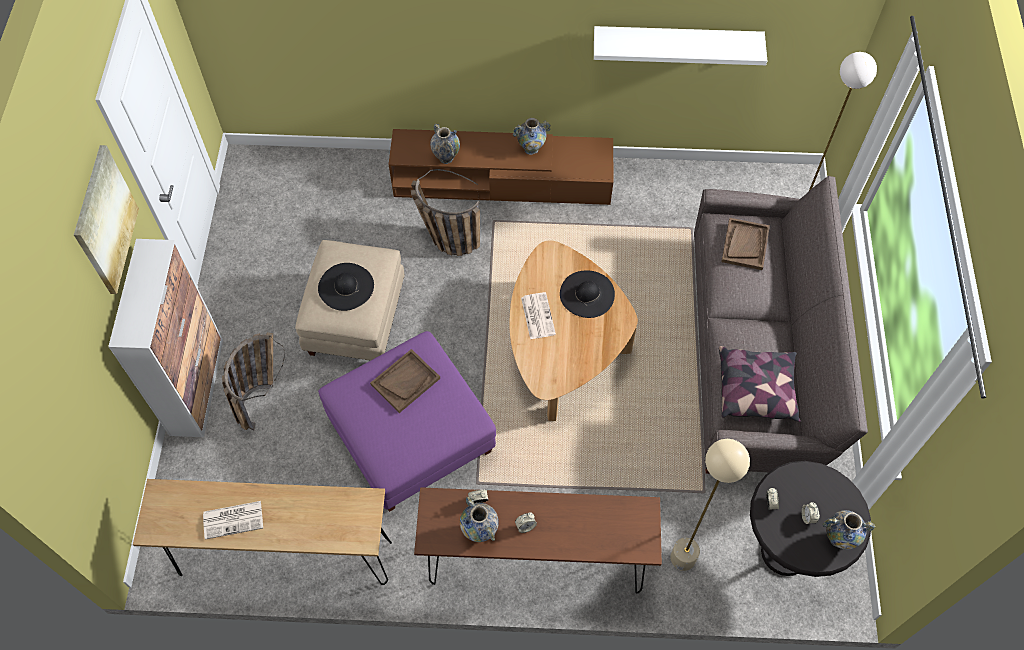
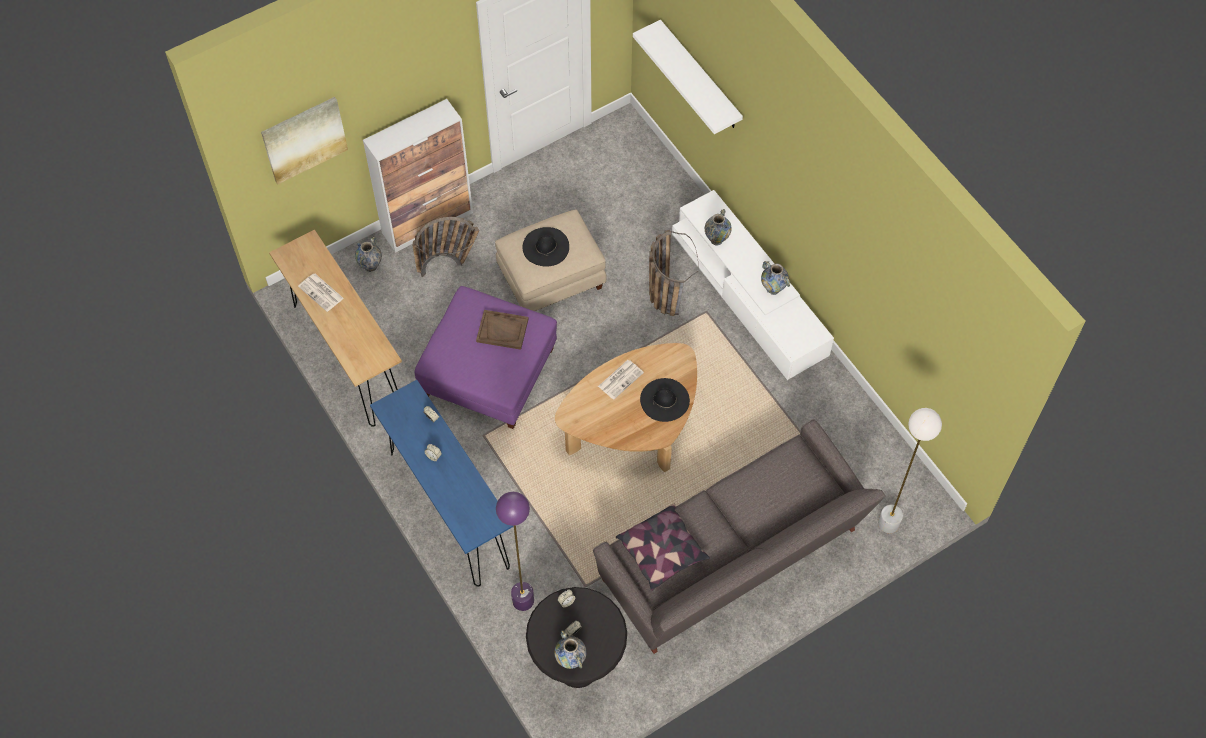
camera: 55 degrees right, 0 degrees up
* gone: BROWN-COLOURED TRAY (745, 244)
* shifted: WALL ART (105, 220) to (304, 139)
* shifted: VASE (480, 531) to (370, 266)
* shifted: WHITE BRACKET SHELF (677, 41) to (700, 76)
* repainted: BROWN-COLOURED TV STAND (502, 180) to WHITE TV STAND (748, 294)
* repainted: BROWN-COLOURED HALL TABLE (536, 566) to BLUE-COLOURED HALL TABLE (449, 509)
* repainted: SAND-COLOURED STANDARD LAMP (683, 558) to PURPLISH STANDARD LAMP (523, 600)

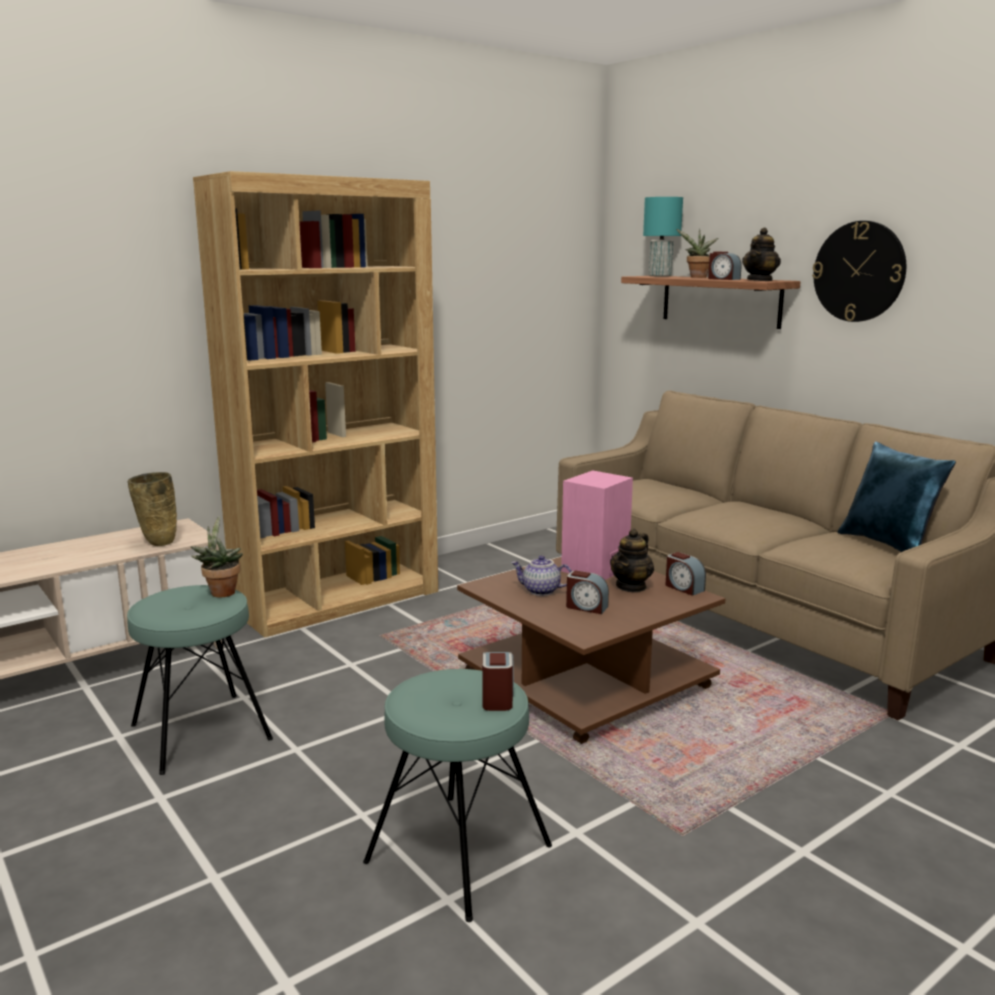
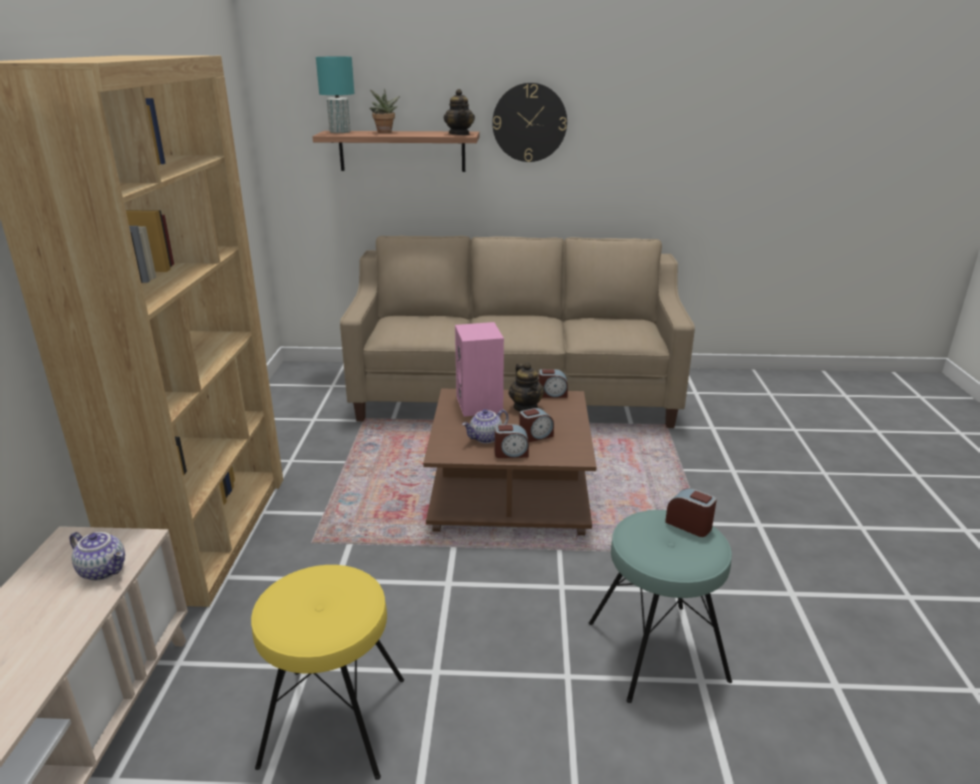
camera: 50 degrees left, 10 degrees up
* gone: PLANT IN A POT (221, 592)
* gone: BLUE-COLOURED PILLOW (889, 546)
* shifted: TABLE CLOCK (723, 279) to (511, 453)
* swapped: SAND-COLOURED VASE (158, 543) to POT FOR TEA (104, 570)
* repainted: TURQUOISE STOOL (201, 732) to YELLOWISH STOOL (334, 721)

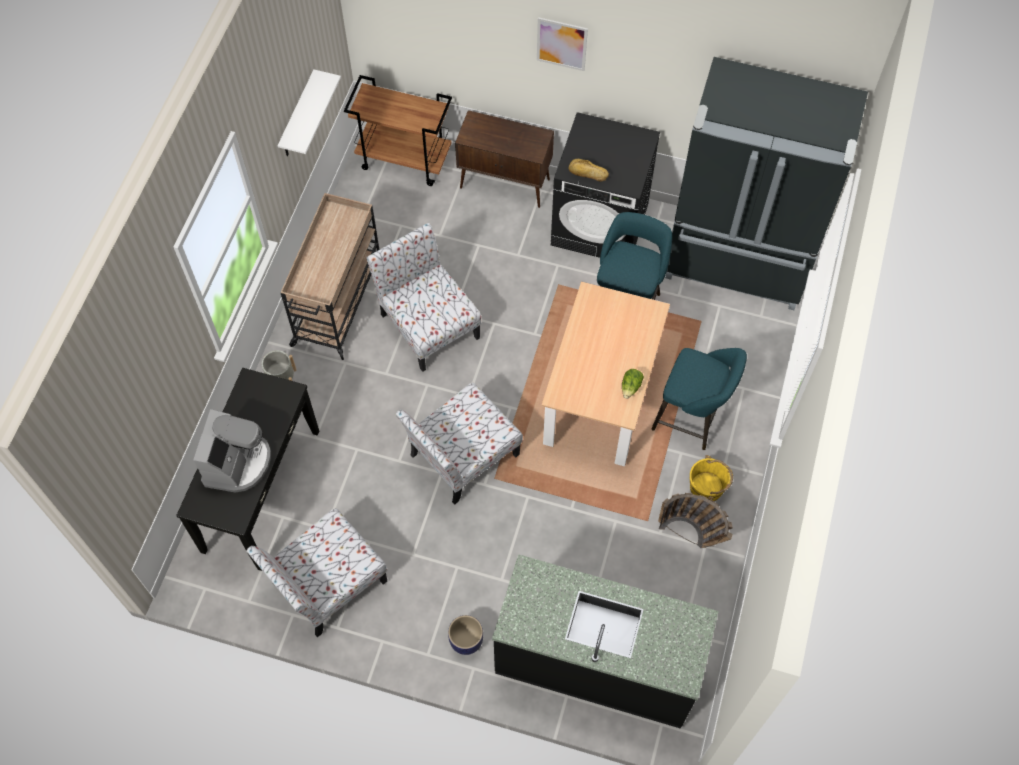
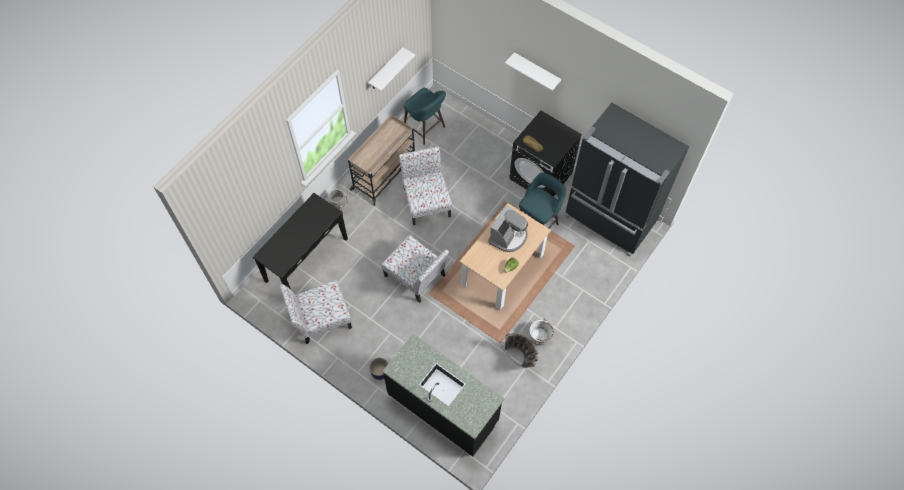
camera: 20 degrees right, 0 degrees up
* gone: BROWN-COLOURED CART (405, 160)
* gone: BROWN-COLOURED CUPBOARD (505, 184)
* shifted: COFFEE MAKER (237, 462) to (508, 237)
* shifted: TURQUOISE STOOL (692, 418) to (426, 129)
* swapped: WALL ART (561, 44) to WHITE BRACKET SHELF (536, 71)
* repainted: YELLOWISH BUCKET (707, 488) to WHITE BUCKET (540, 337)
* rotated: UPRIGHT CHAIR (462, 456) = (416, 276) 120 degrees counterclockwise

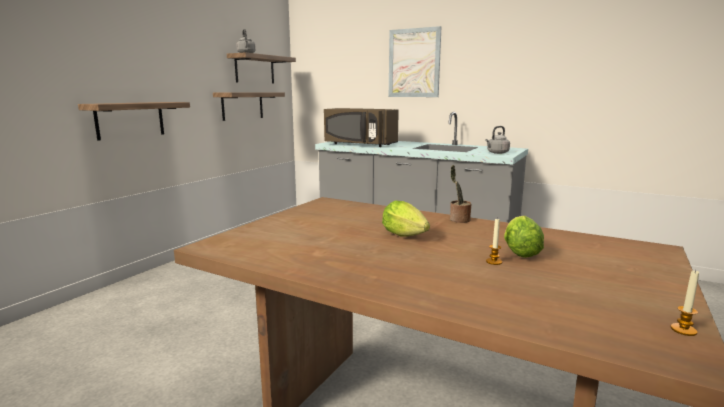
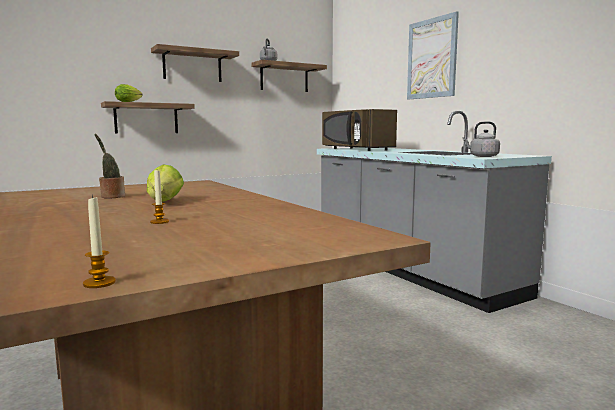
camera: 30 degrees right, 5 degrees down
* shifted: BRACKET SHELF (242, 105) to (192, 66)
* shifted: PLANT IN A POT (458, 220) to (111, 196)
* shifted: LETTUCE HEAD (520, 251) to (129, 102)

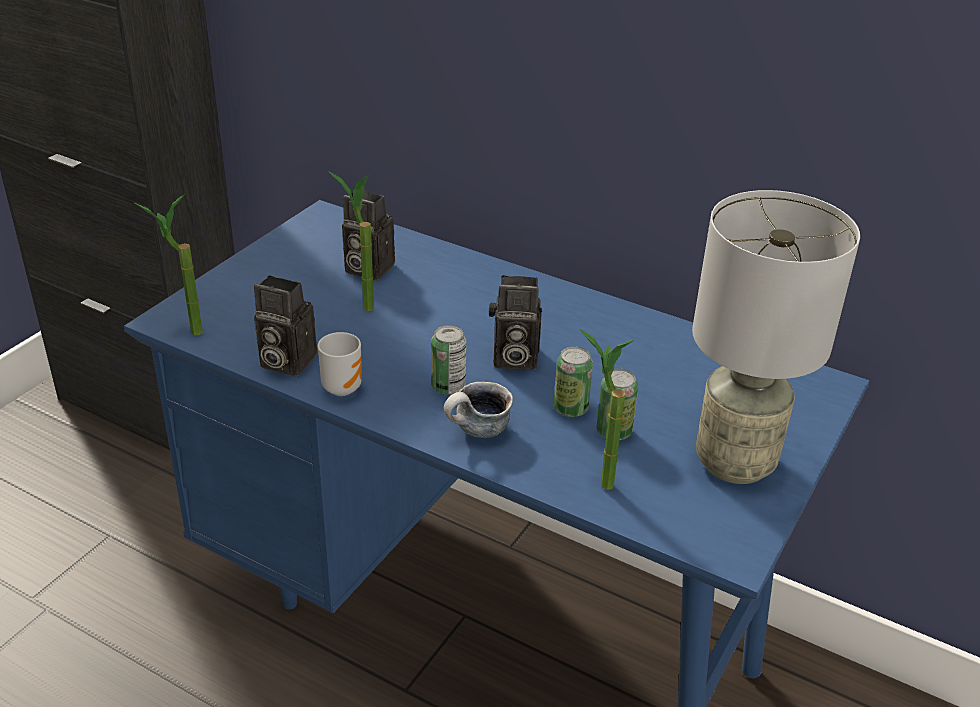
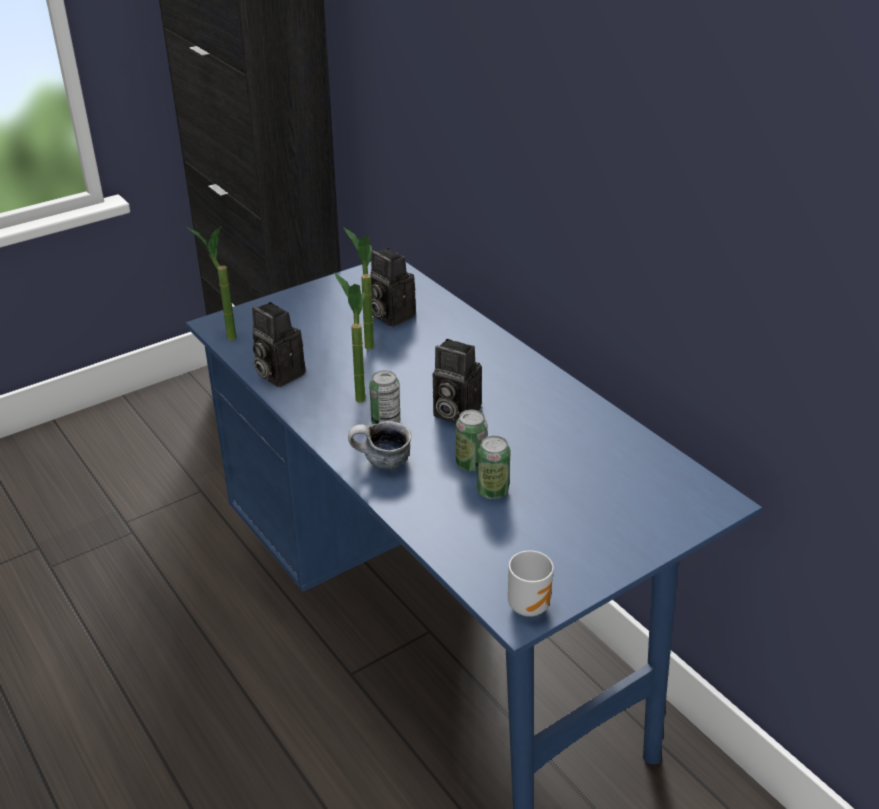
camera: 25 degrees right, 0 degrees up
* gone: GRAY TABLETOP LAMP (736, 463)
* shifted: COFFEE MUG (342, 387) to (529, 604)
* shifted: PLANT IN A POT (595, 478) to (356, 394)

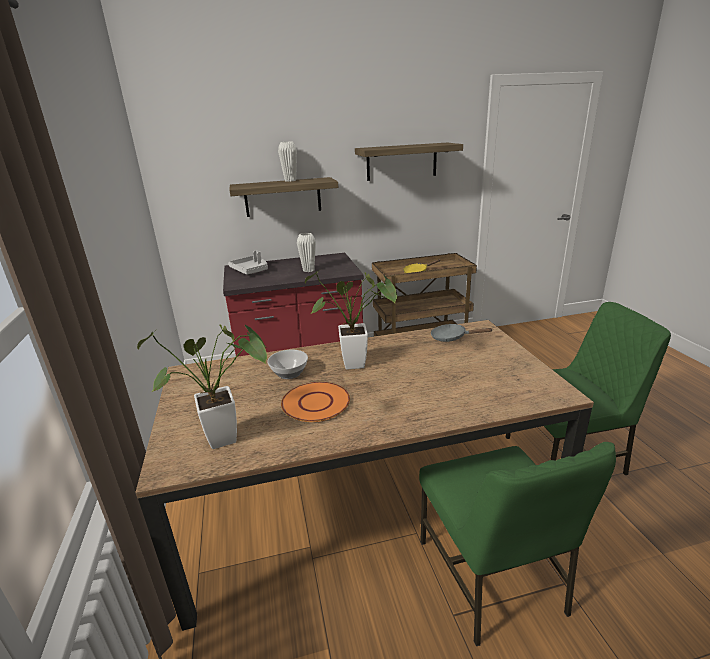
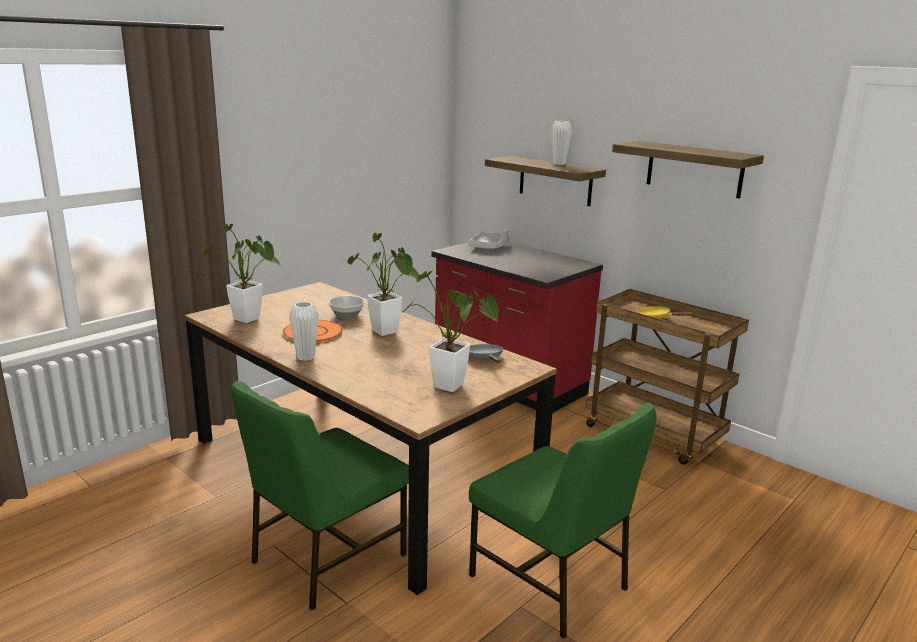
camera: 55 degrees right, 5 degrees down
* new: PLANT IN A POT (454, 388)
* shifted: WHITE VASE (308, 270) to (305, 357)

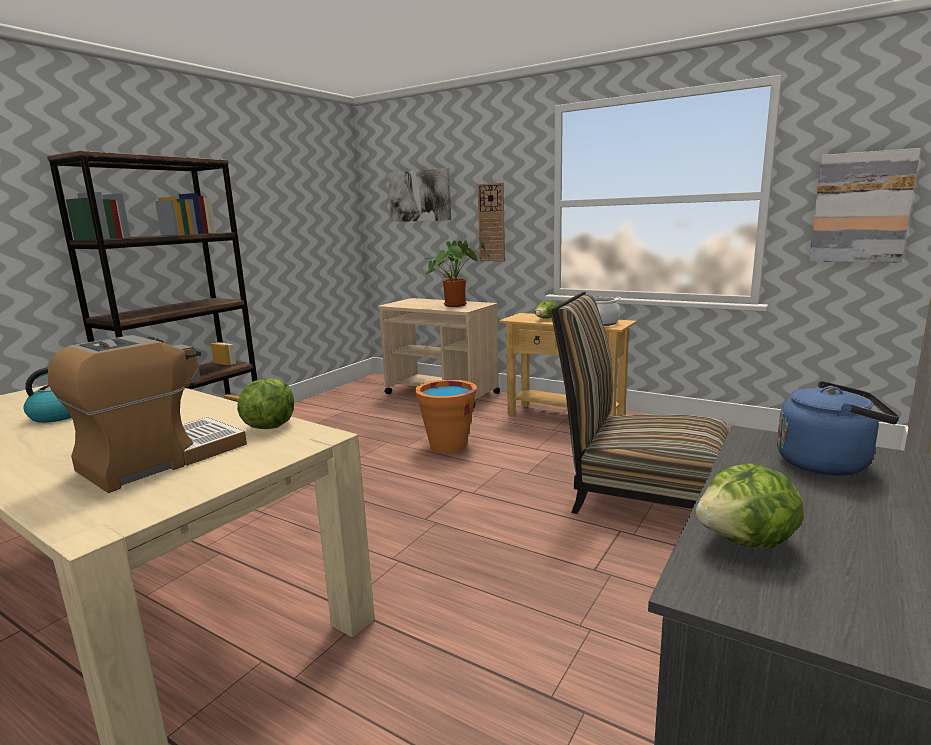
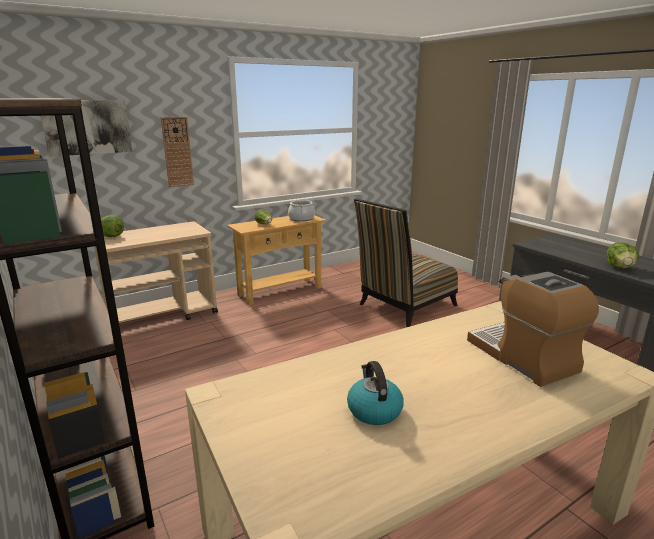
camera: 65 degrees left, 5 degrees up
* gone: ORANGE BUCKET (448, 445)
* gone: PLANT IN A POT (456, 305)
* gone: BLUE-COLOURED KETTLE (828, 463)
* gone: WALL ART (861, 208)
* shifted: LETTUCE HEAD (269, 426) to (111, 236)

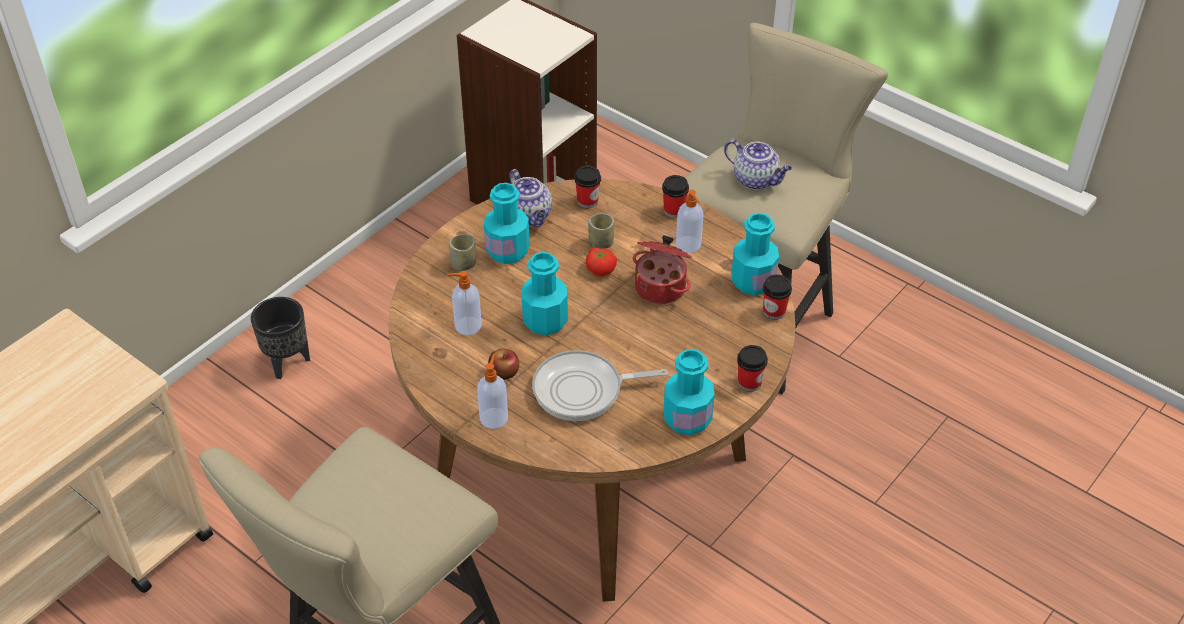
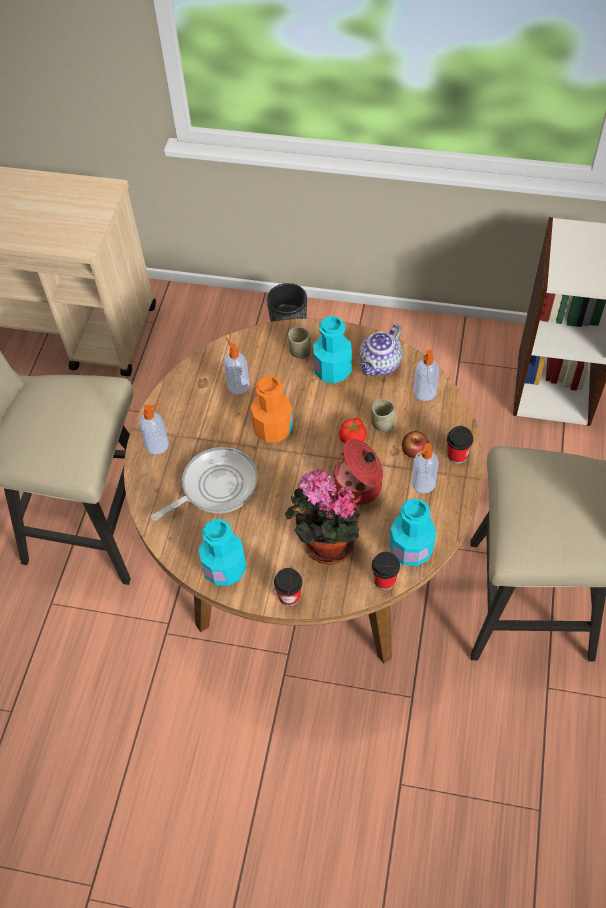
camera: 65 degrees right, 10 degrees up
* gone: POT FOR TEA (756, 180)
* new: PLANT IN A POT (324, 545)
* shifted: WHOLE APPLE (504, 372) to (414, 450)
* swapped: DRINKING CUP (587, 201) to SOAP BOTTLE (424, 393)
* repainted: TURQUOISE BEVERAGE BOTTLE (545, 320) to ORANGE BEVERAGE BOTTLE (273, 429)
* rotated: SKILLET (583, 390) = (215, 486) 90 degrees clockwise

